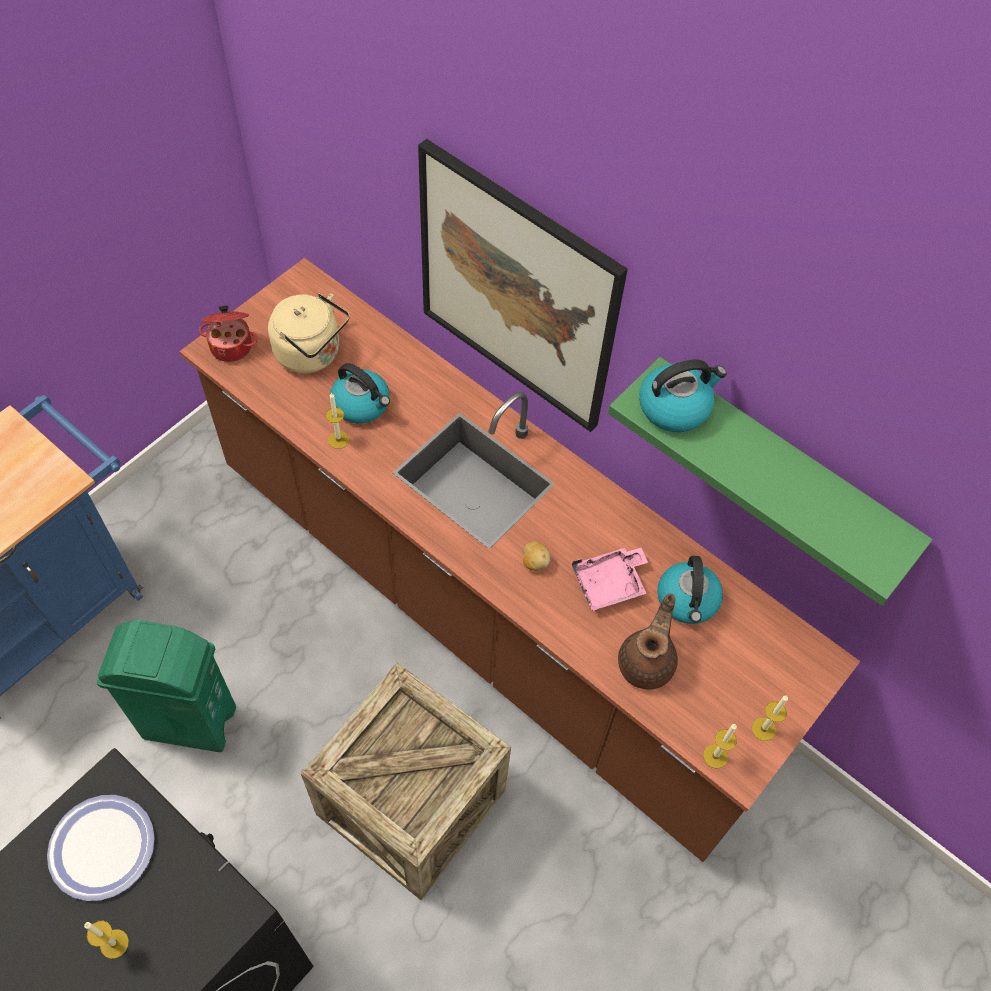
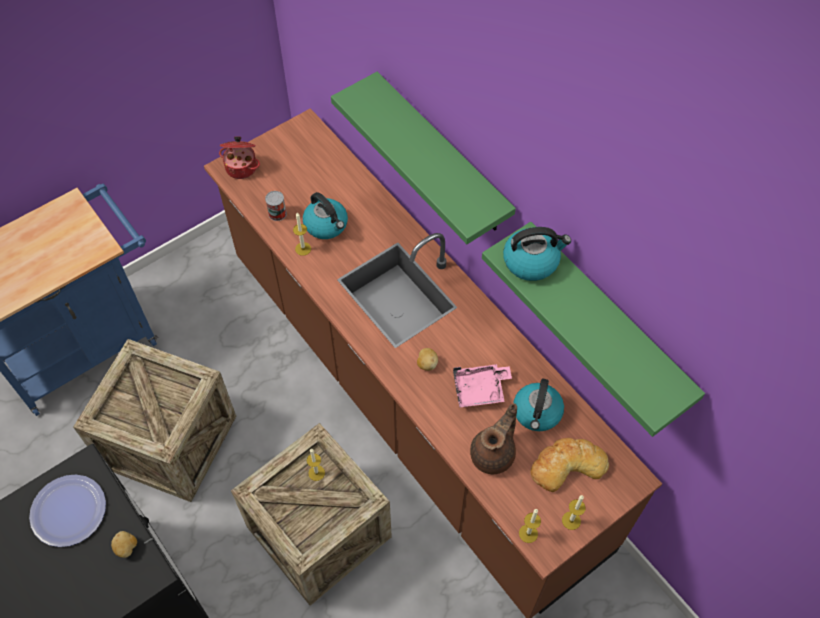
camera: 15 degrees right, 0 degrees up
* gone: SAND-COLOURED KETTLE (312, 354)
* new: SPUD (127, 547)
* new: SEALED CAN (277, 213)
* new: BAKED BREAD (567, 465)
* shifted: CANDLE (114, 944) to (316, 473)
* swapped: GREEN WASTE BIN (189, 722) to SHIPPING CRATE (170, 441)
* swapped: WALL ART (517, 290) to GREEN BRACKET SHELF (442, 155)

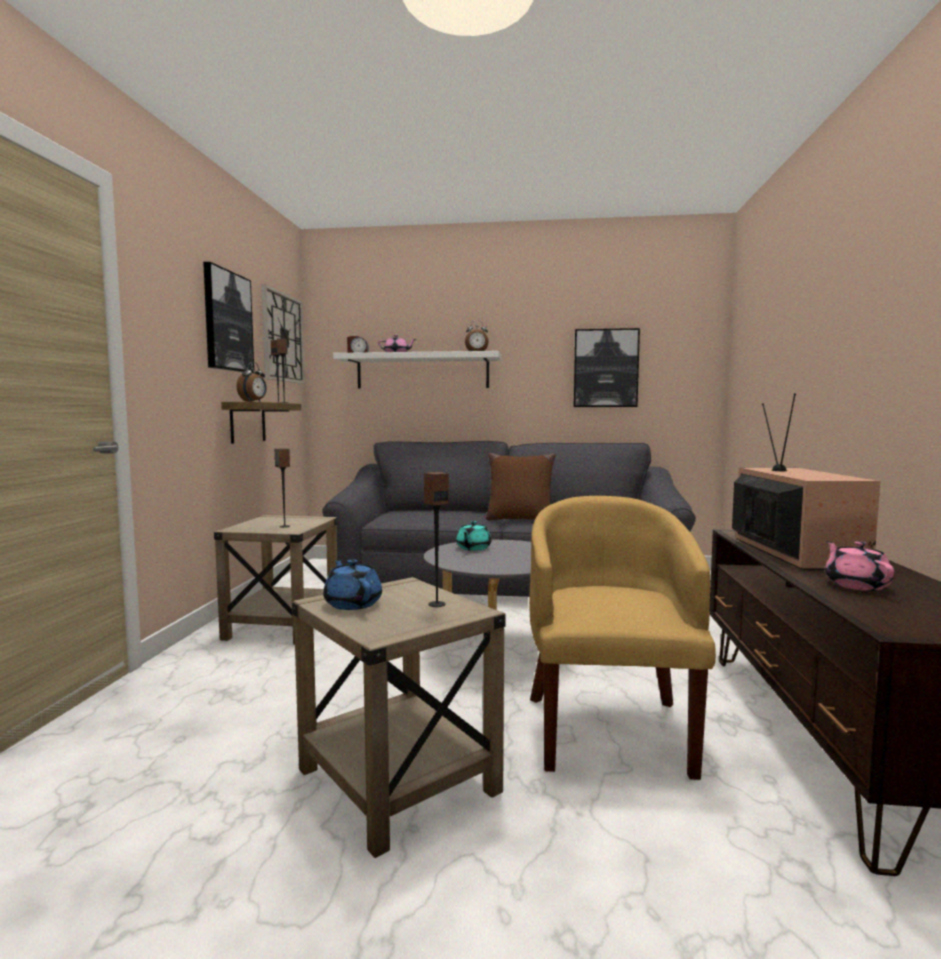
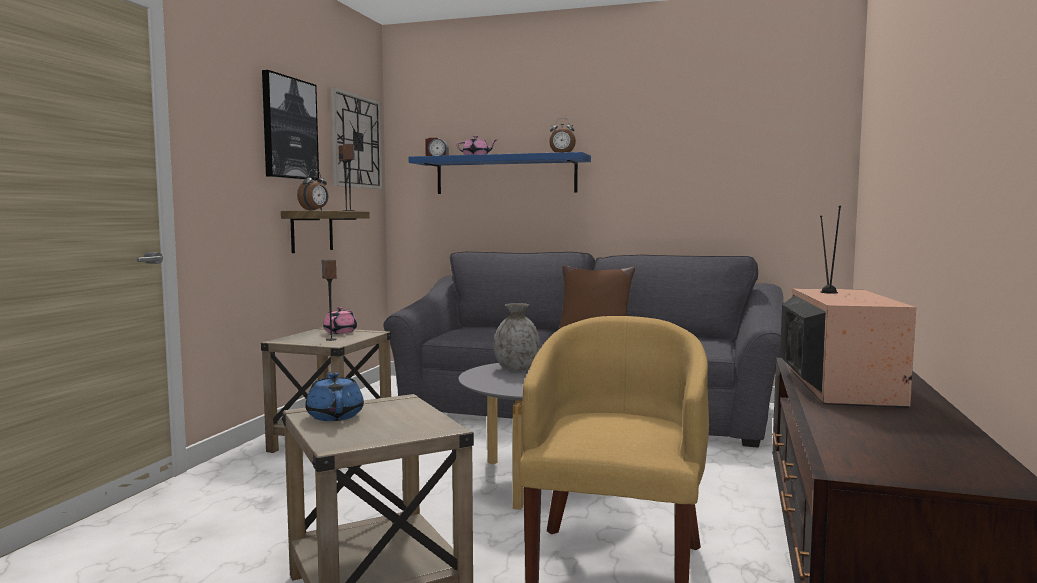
camera: 10 degrees right, 0 degrees up
* gone: SPEAKER (436, 604)
* gone: WALL ART (605, 368)
* shifted: PINKISH POT FOR TEA (856, 585) to (341, 332)
* swapped: TURQUOISE POT FOR TEA (473, 548) to GRAY VASE (517, 369)
* repainted: WHITE BRACKET SHELF (422, 372) to BLUE-COLOURED BRACKET SHELF (505, 175)

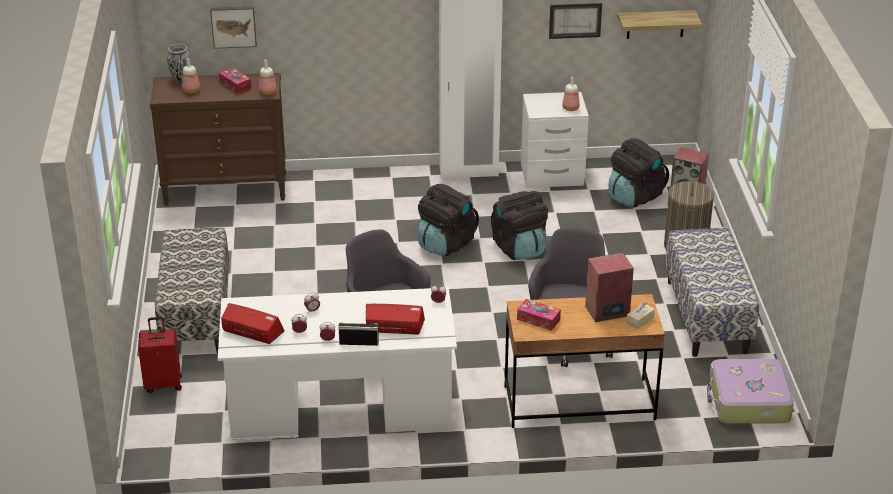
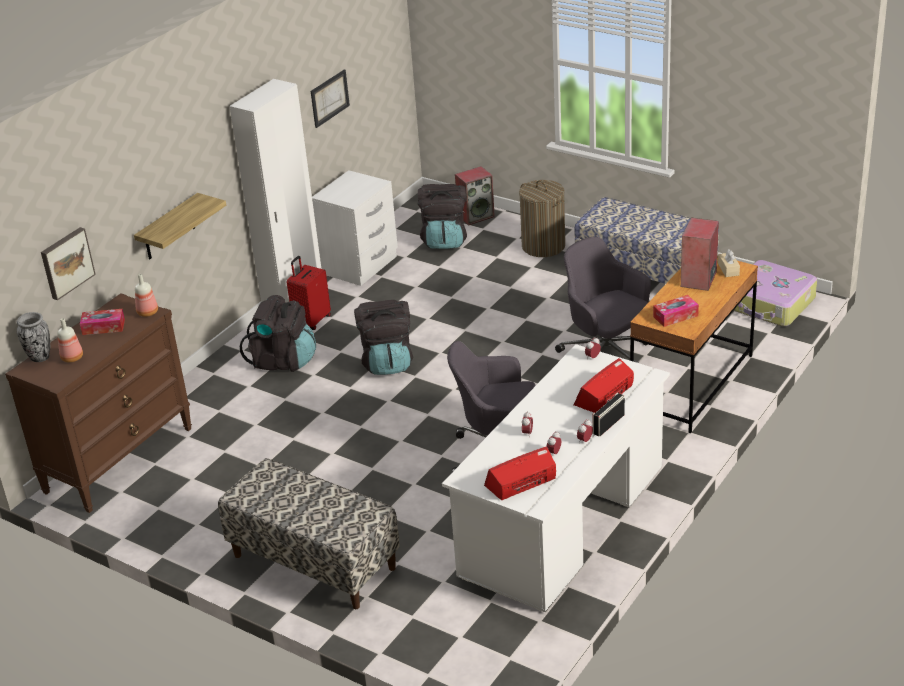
camera: 50 degrees left, 0 degrees up
* gone: BEVERAGE BOTTLE (571, 108)
* shifted: RED-COLOURED TRAVEL CASE (163, 384) to (311, 321)
* shifted: BLACKISH RUCKSACK (519, 248) to (283, 360)
* shifted: BRACKET SHELF (655, 24) to (169, 228)

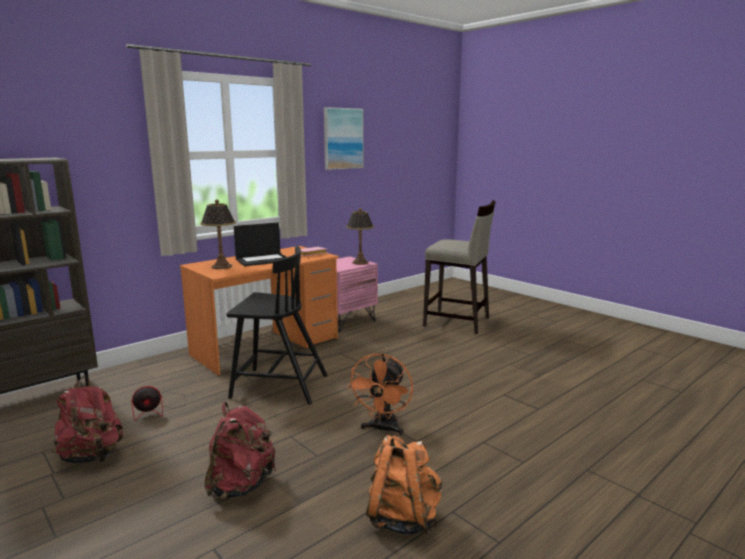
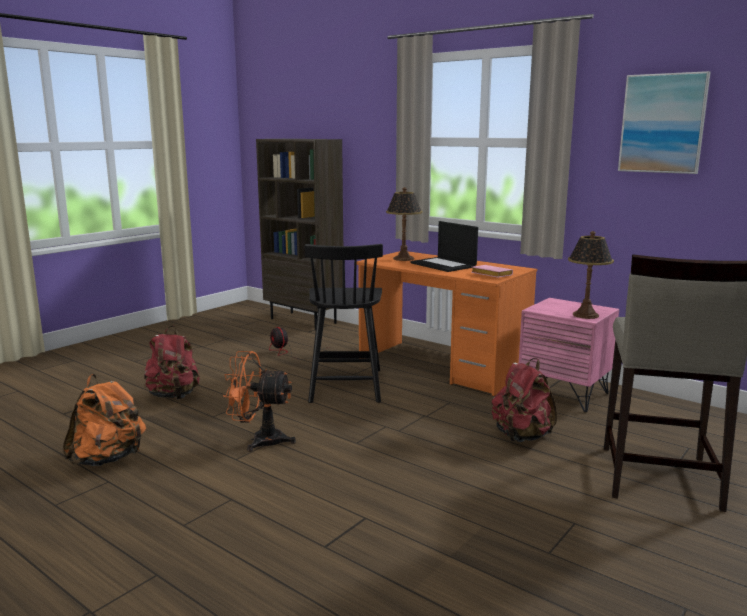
camera: 80 degrees right, 0 degrees up
* shifted: RED-COLOURED RUCKSACK (92, 456) to (521, 436)

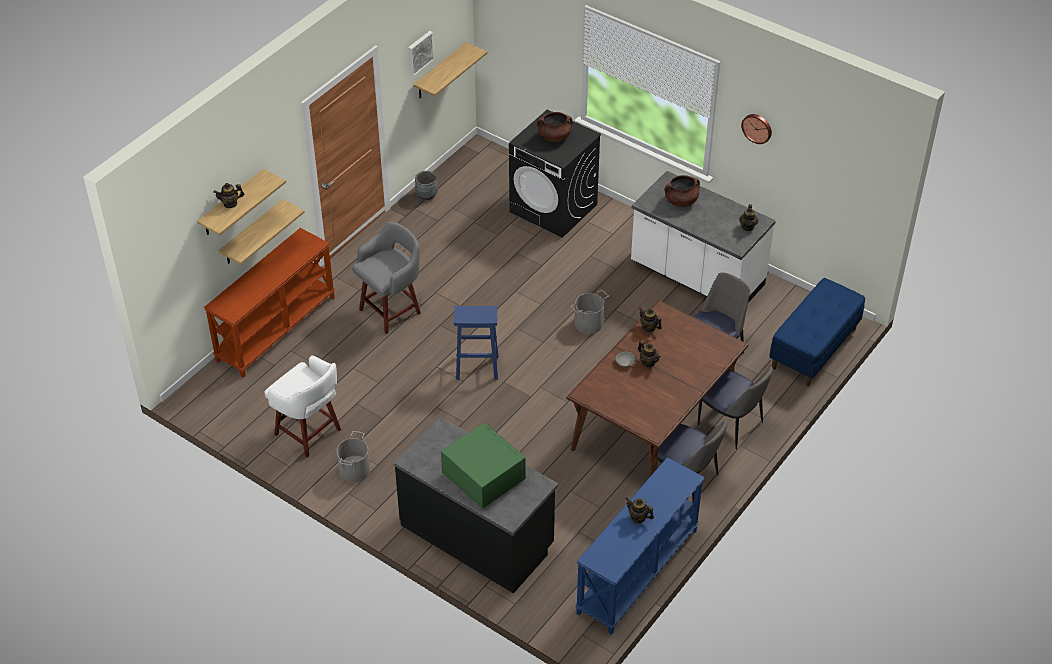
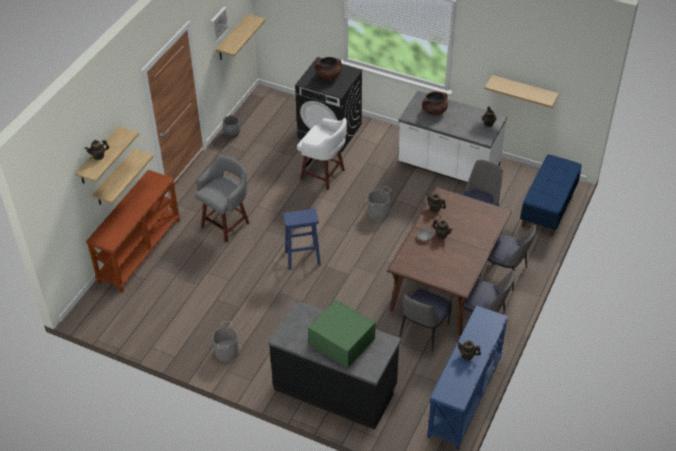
camera: 10 degrees left, 0 degrees up
* gone: HANGING CLOCK (757, 128)
* new: UPRIGHT CHAIR (423, 332)
* new: BRACKET SHELF (524, 91)
* shifted: WHITE STOOL (309, 433) to (324, 175)

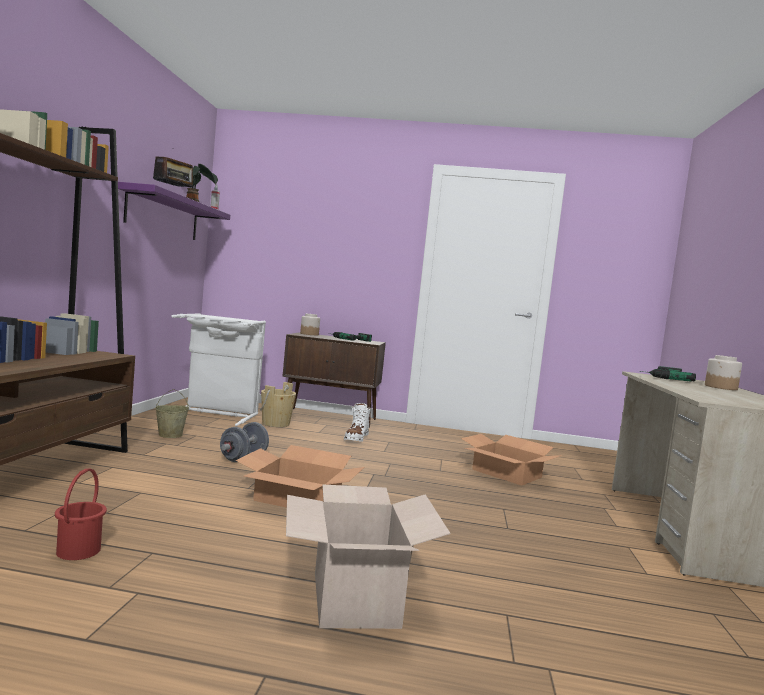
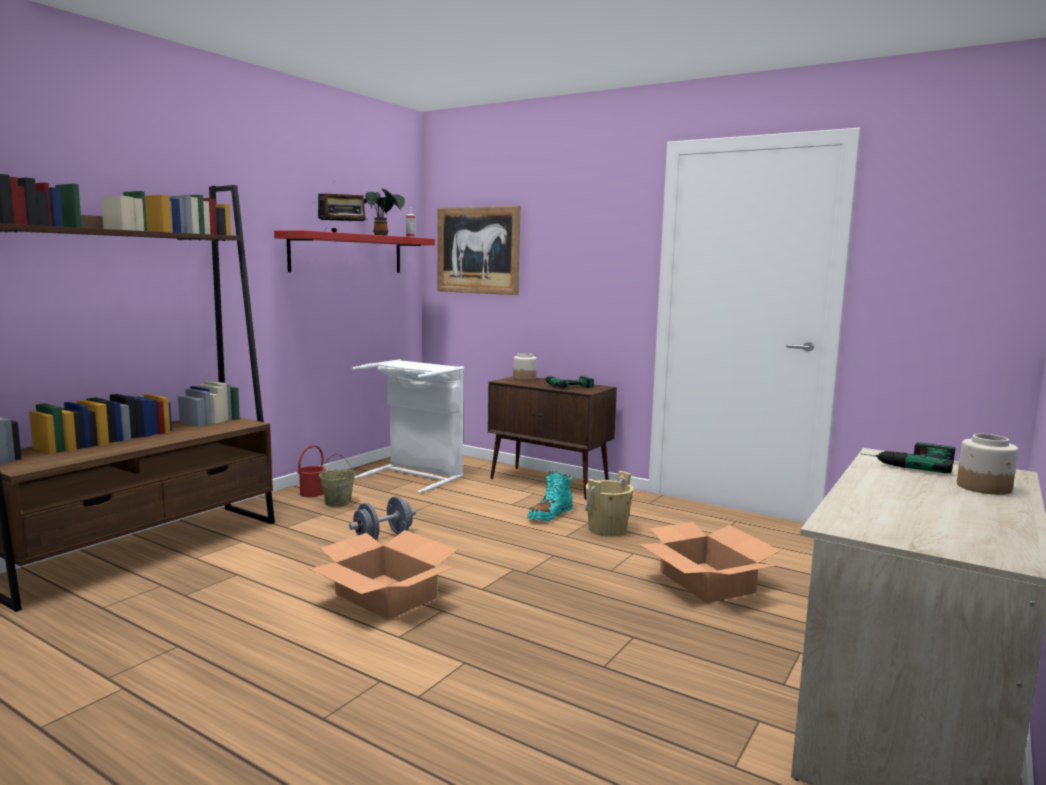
camera: 25 degrees right, 5 degrees up
* gone: CARDBOARD BOX (356, 599)
* new: WALL ART (478, 250)
* shifted: RED-COLOURED BUCKET (77, 551) to (311, 493)
* shifted: SAND-COLOURED BUCKET (275, 423) to (607, 529)
* repainted: PURPLISH BRACKET SHELF (164, 215) to RED-COLOURED BRACKET SHELF (347, 253)
* repainted: WHITE BOOT (356, 438) to TURQUOISE BOOT (550, 515)

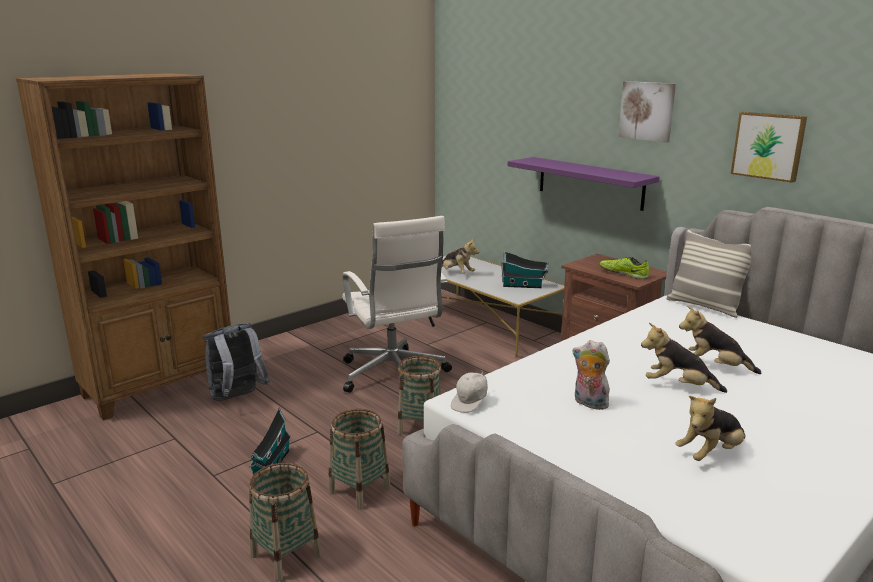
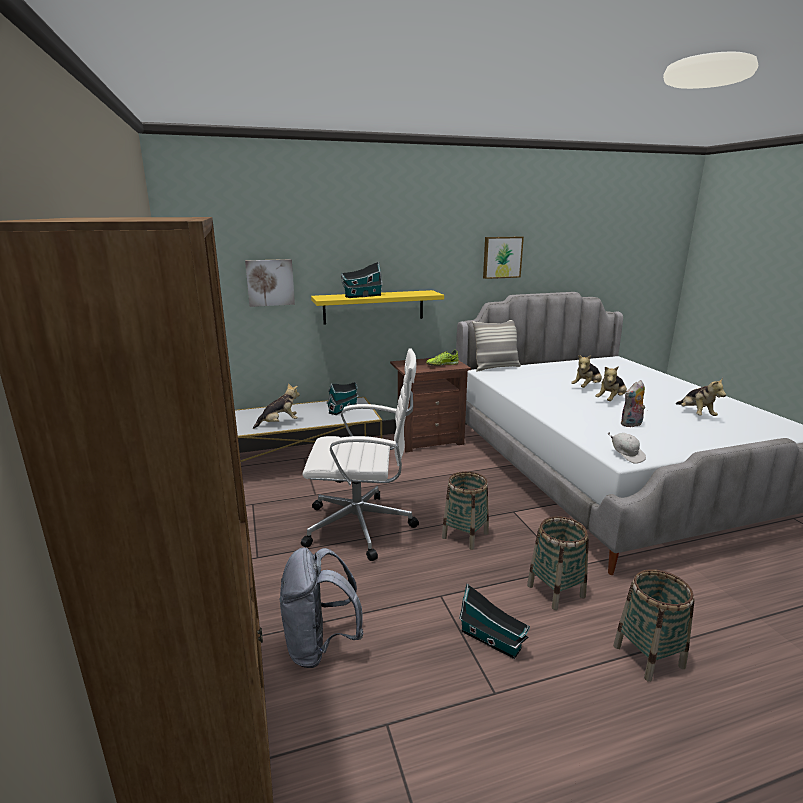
camera: 65 degrees left, 0 degrees up
* new: TOY HOUSE (362, 296)
* shifted: WALL ART (647, 111) to (270, 282)
* repainted: PURPLISH BRACKET SHELF (590, 183) to YELLOWISH BRACKET SHELF (374, 307)

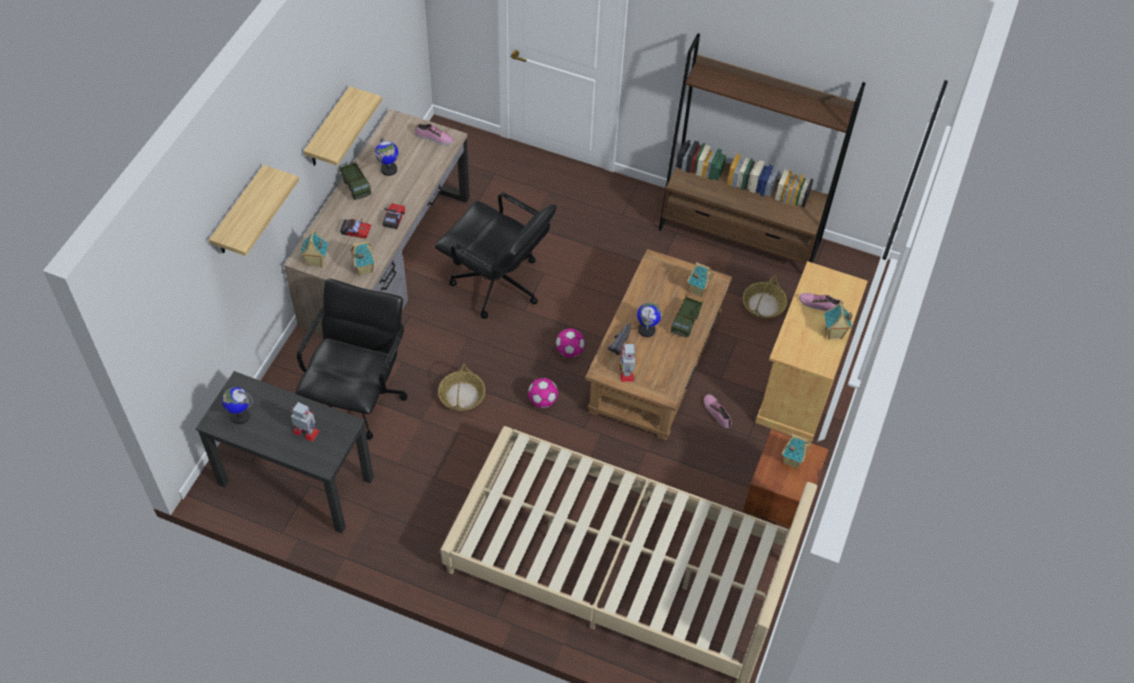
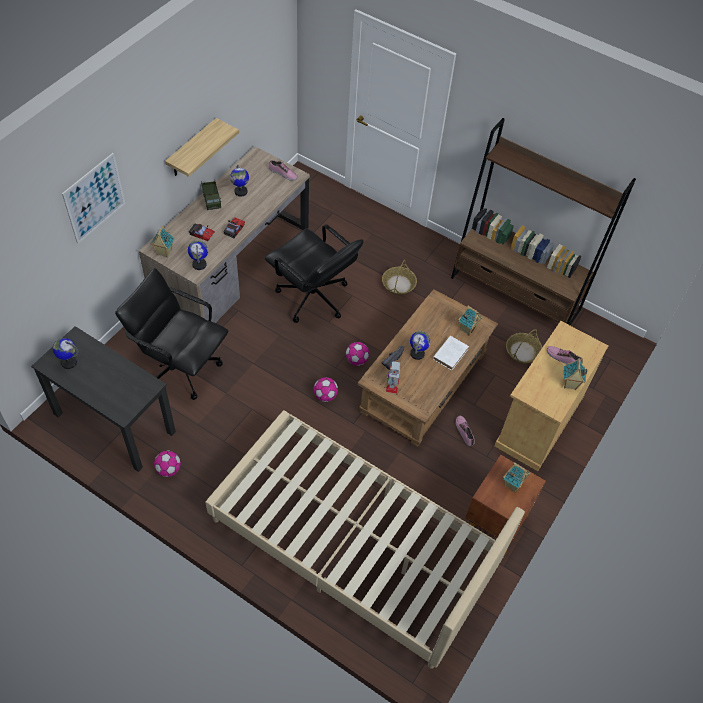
camera: 10 degrees right, 0 degrees up
* gone: TOY ROBOT (306, 431)
* new: FOOTBALL (168, 469)
* shifted: BASKET (462, 395) to (398, 284)
* swapped: BRACKET SHELF (239, 213) to WALL ART (94, 198)
* swapped: TOY HOUSE (364, 269) to DESK GLOBE (199, 264)
* swapped: MODEL TRUCK (685, 322) to WHITE BOUND BOOK (451, 353)
* rotated: BLACKISH DESK CHAIR (358, 398) = (181, 367) 90 degrees counterclockwise

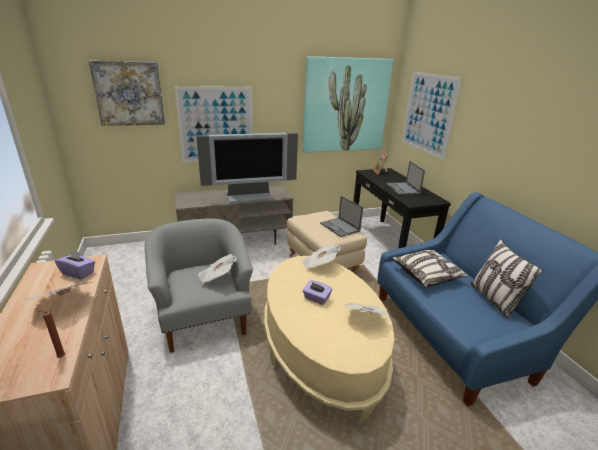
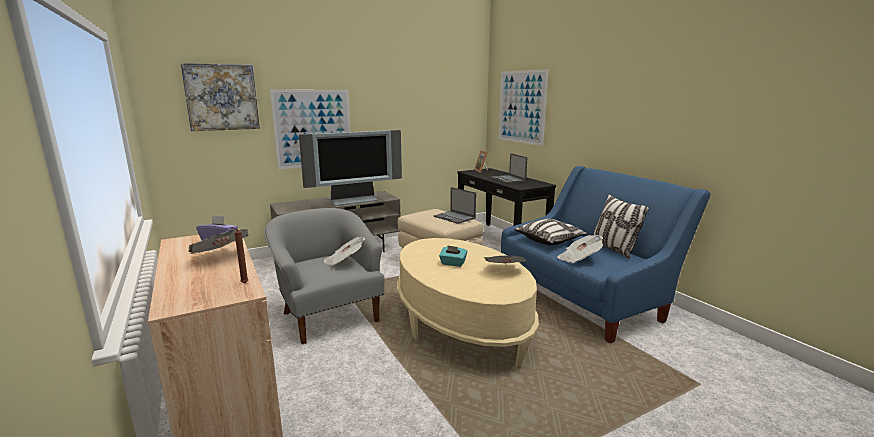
camera: 10 degrees left, 10 degrees down
* gone: WALL ART (345, 105)
* shifted: PRINTED PAPER (319, 265) to (579, 259)
* repainted: PURPLISH BOX OF TISSUES (316, 298) to TURQUOISE BOX OF TISSUES (452, 263)

